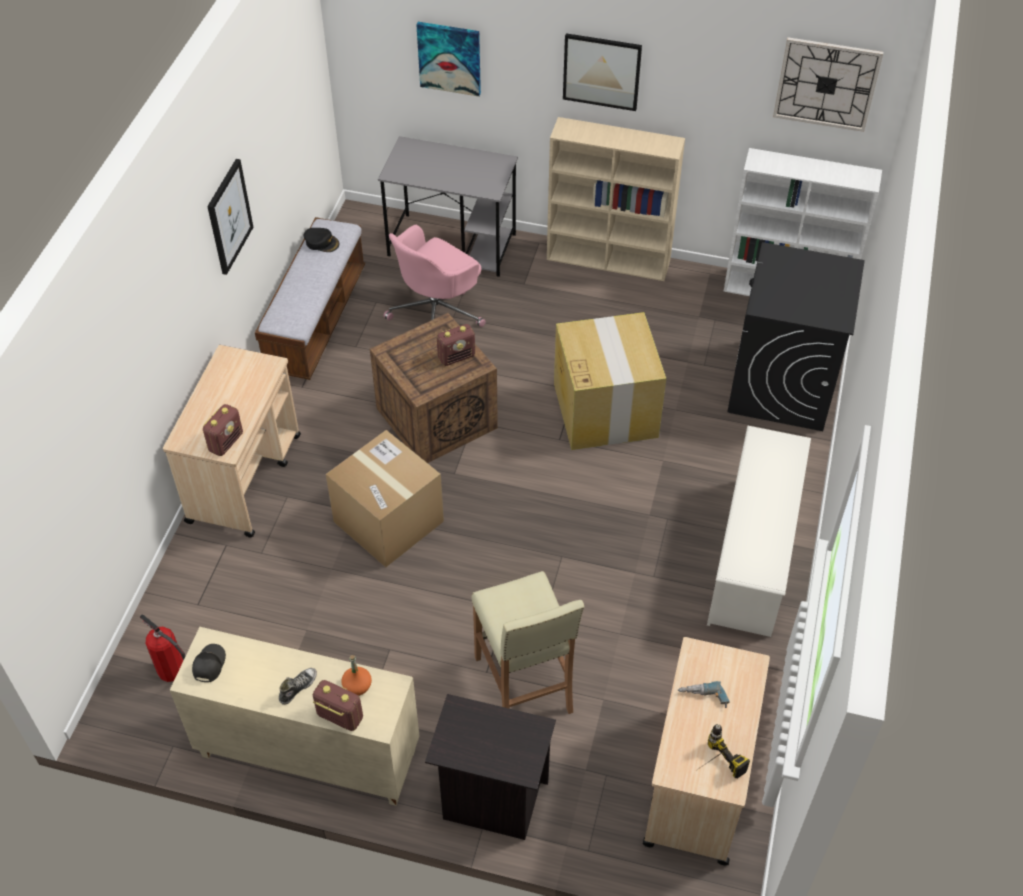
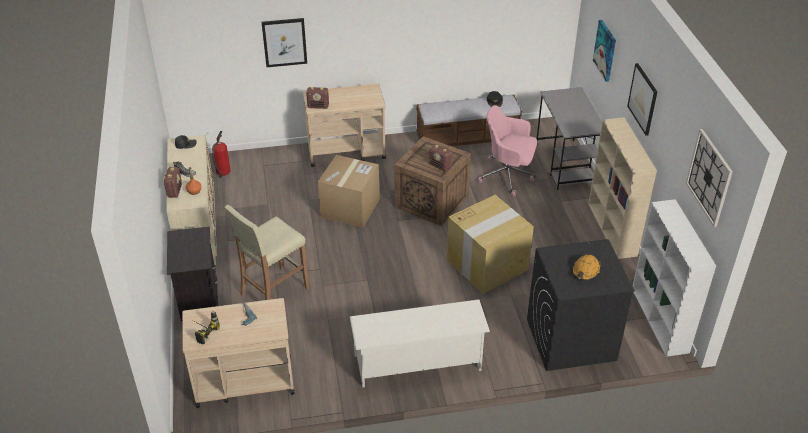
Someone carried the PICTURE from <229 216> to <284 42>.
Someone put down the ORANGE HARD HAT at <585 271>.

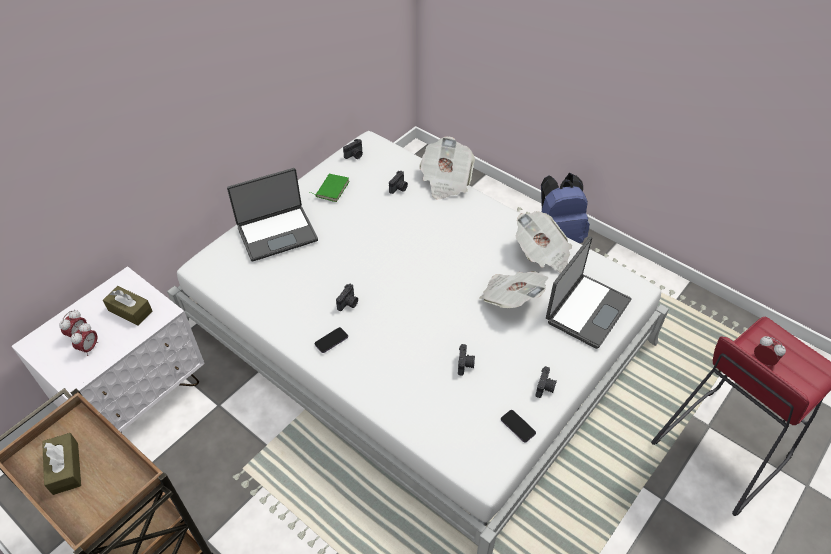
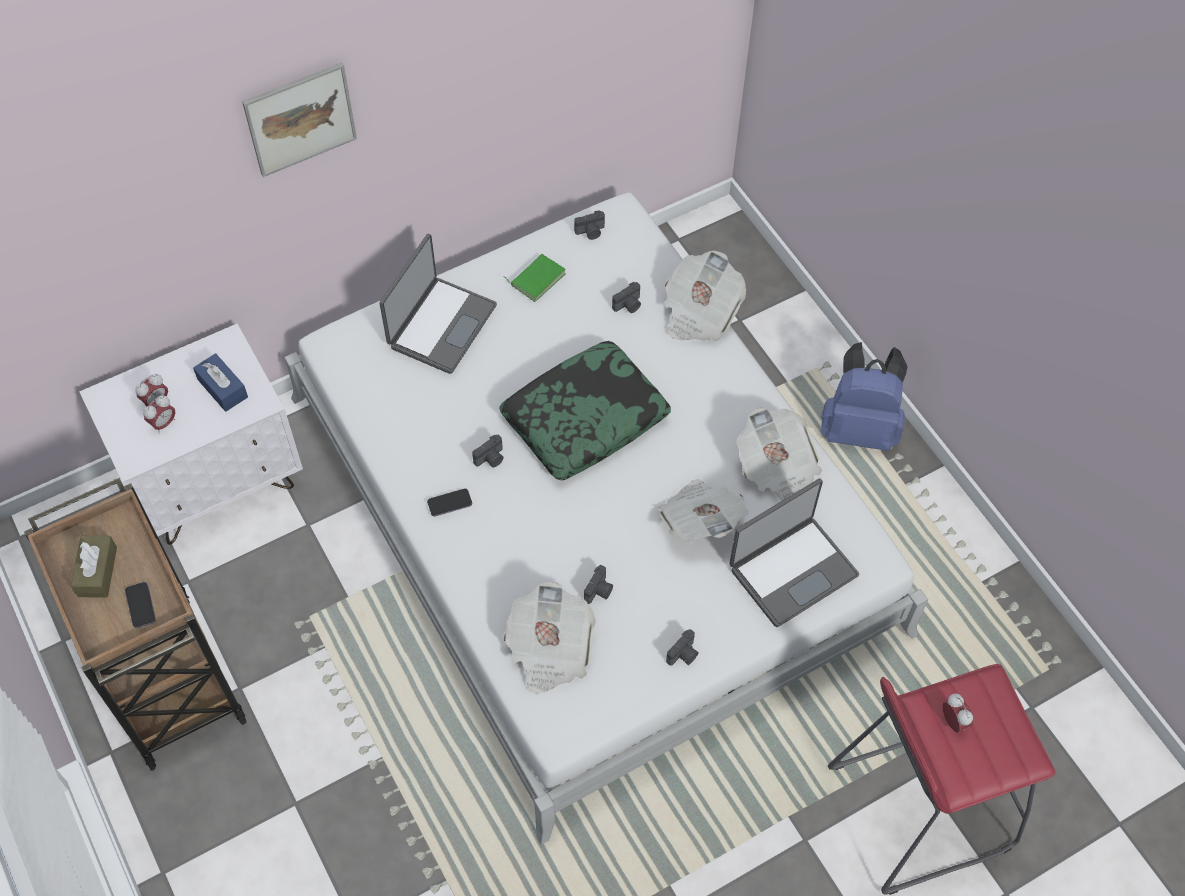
Someone carried the PHONE from <518 426> to <141 606>.
Someone repainted the BROWN TISSUE BOX at <130 311>, which became the BLUE TISSUE BOX at <222 388>.
Someone put up the PICTURE at <300 119>.
Someone rotated the LAPTOP at <277 233> by 60 degrees counterclockwise.
Someone put down the PILLOW at <585 418>.
Someone put down the NEWSPAPER at <549 650>.

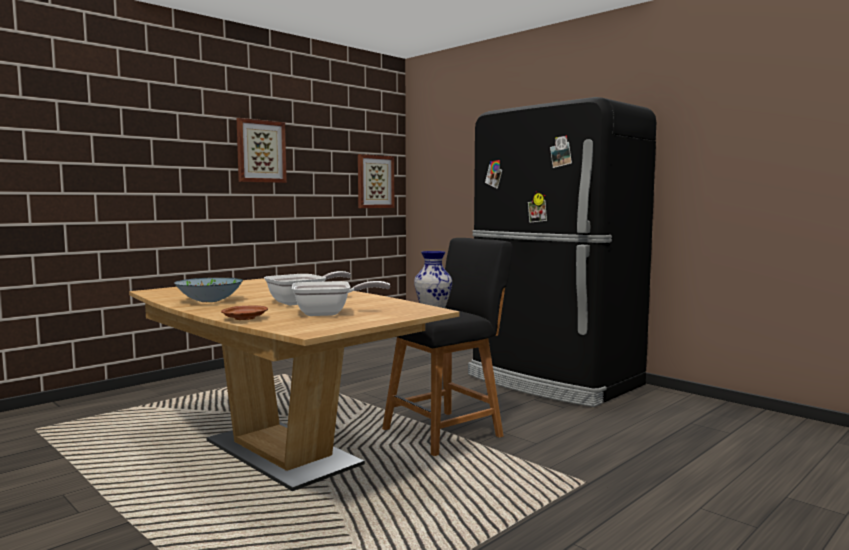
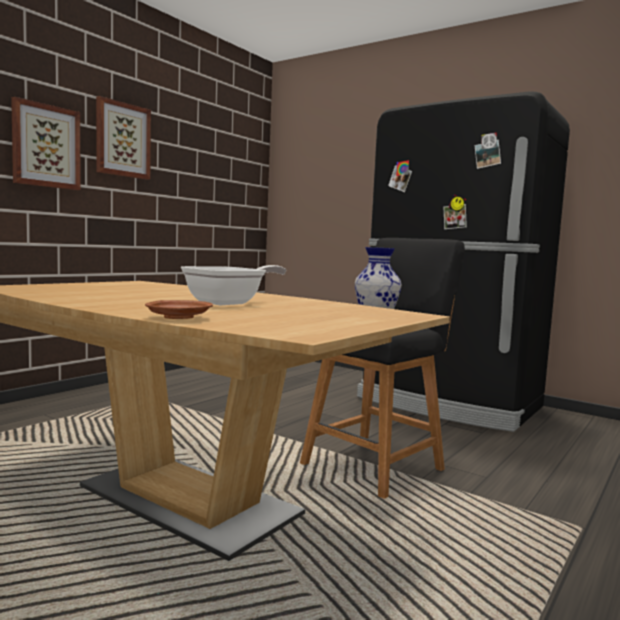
Someone carried the PICTURE from <375 181> to <46 146>.
Someone took away the BOWL at <209 301>.
Someone took away the FRYING PAN at <329 313>.

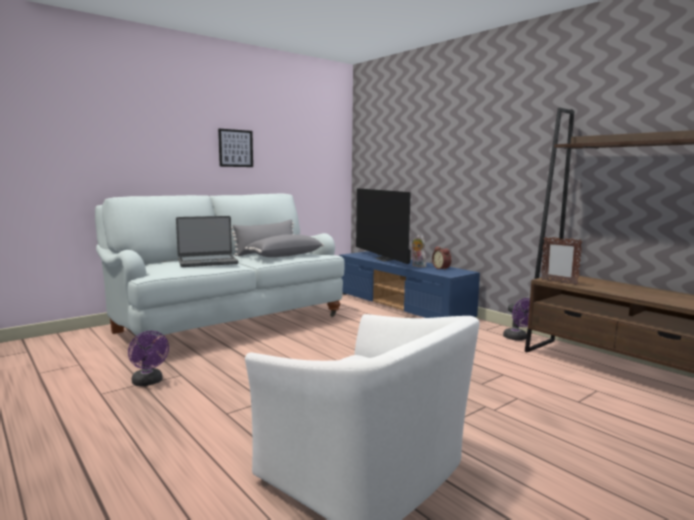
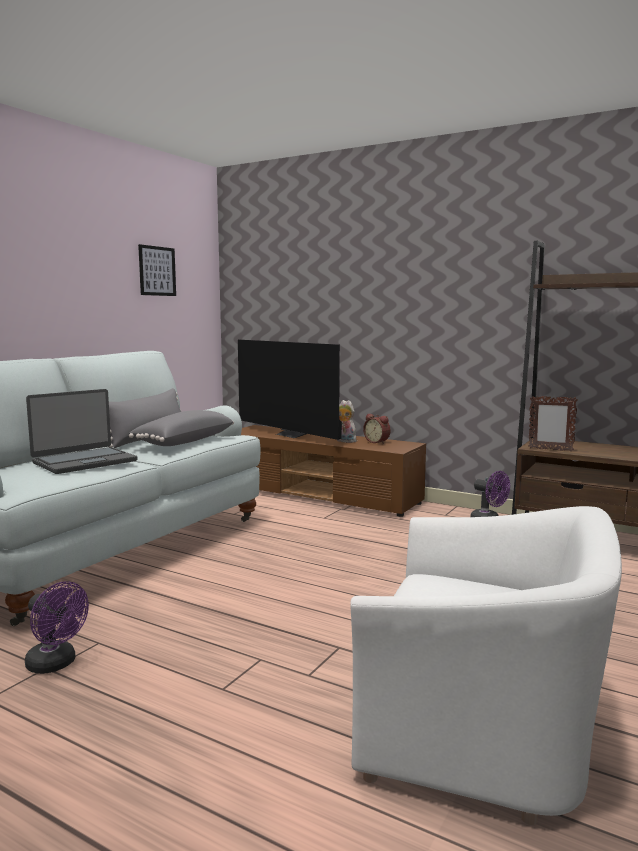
Someone carried the PICTURE from <235 148> to <157 271>.
Someone repainted the BLUE TV STAND at <402 306>, which became the BROWN TV STAND at <321 495>.

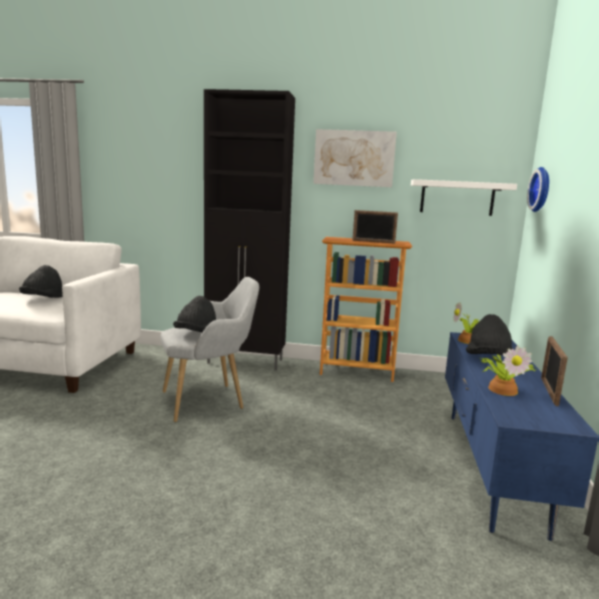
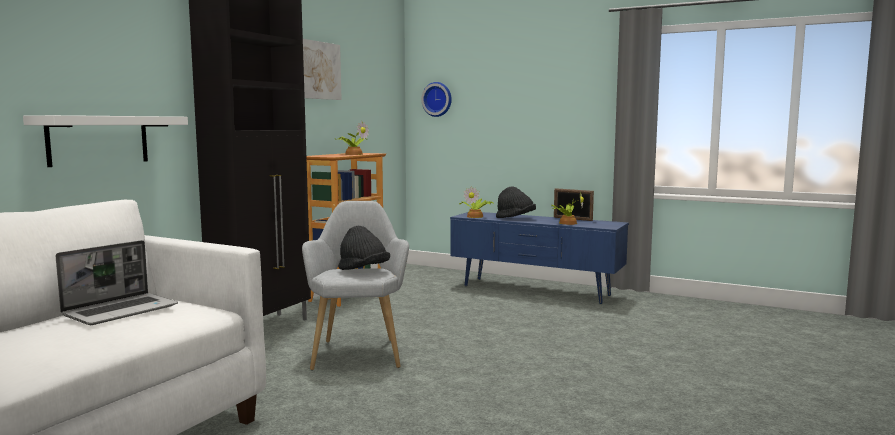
Someone carried the WHITE SHELF from <457 198> to <98 140>.
Someone swapped the BLACK HAT at <43 299> for the LAPTOP at <121 311>.
Someone swapped the PICTURE FRAME at <373 242> for the POTTED PLANT at <353 154>.

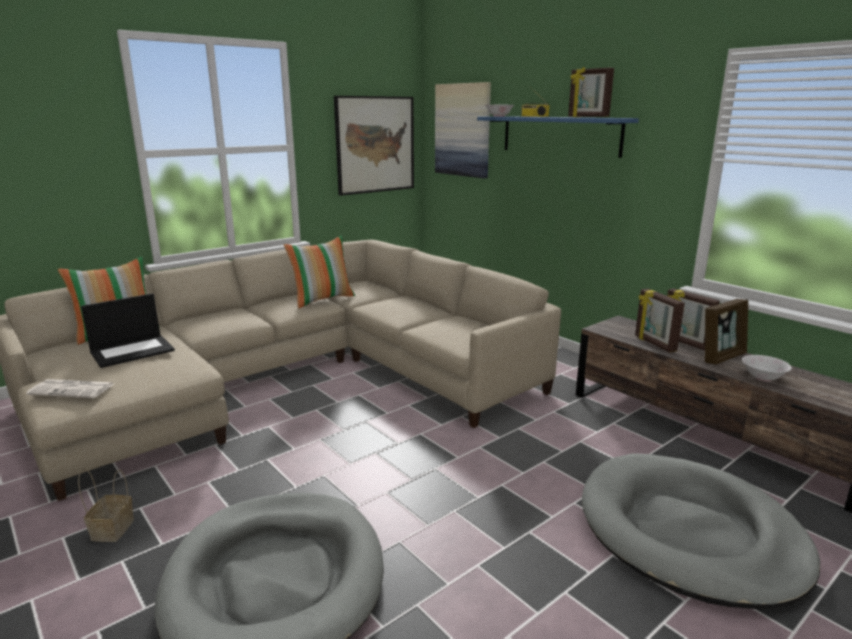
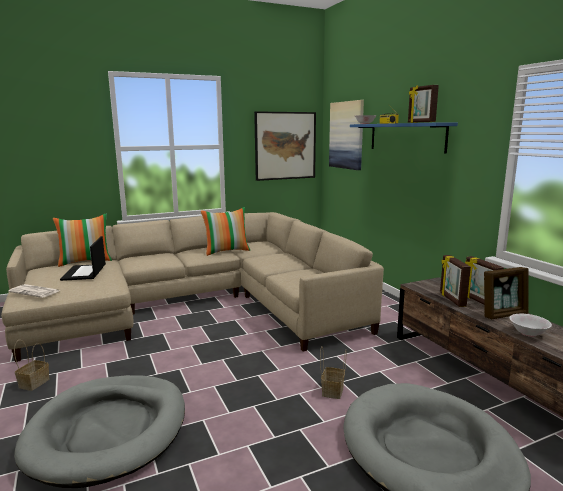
Someone rotated the LAPTOP at <133 351> by 105 degrees clockwise.
Someone put down the BASKET at <332 390>.

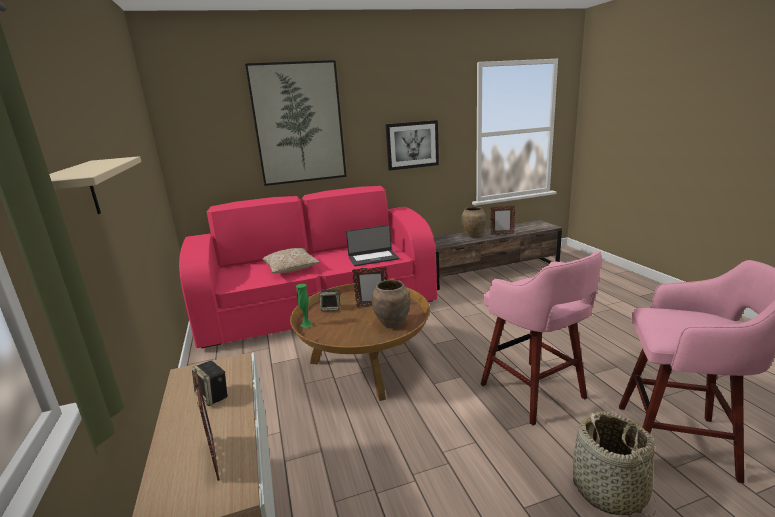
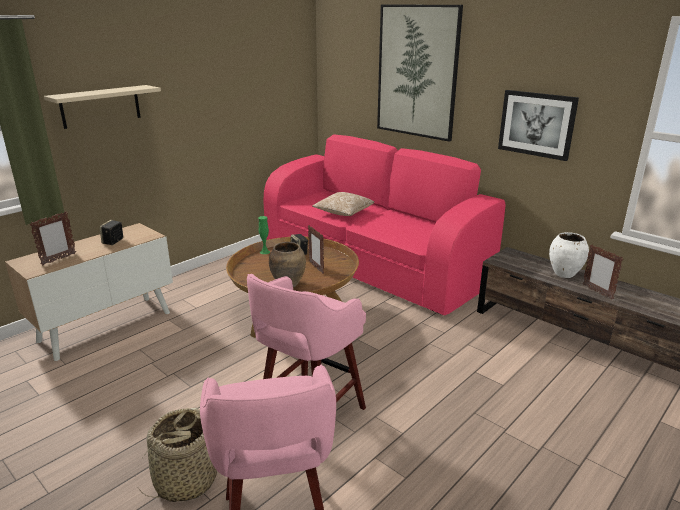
Someone repainted the BROWN VASE at <473 235>, which became the WHITE VASE at <563 274>.
Someone took away the LAPTOP at <373 258>.

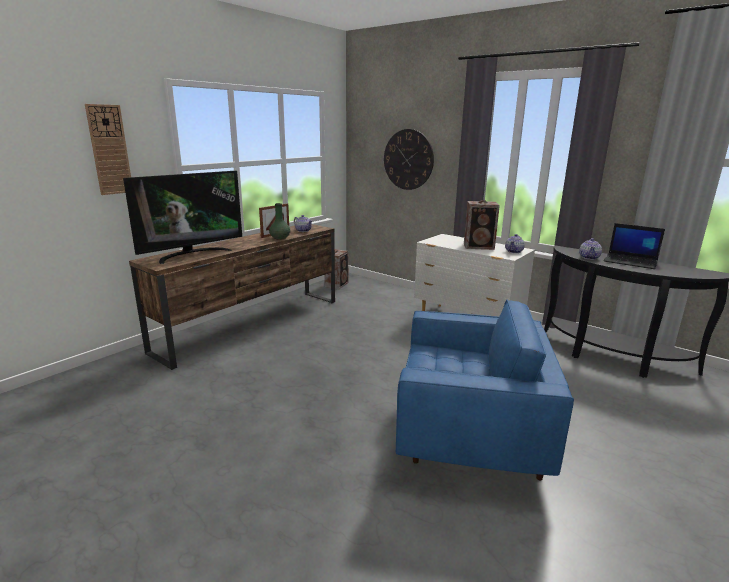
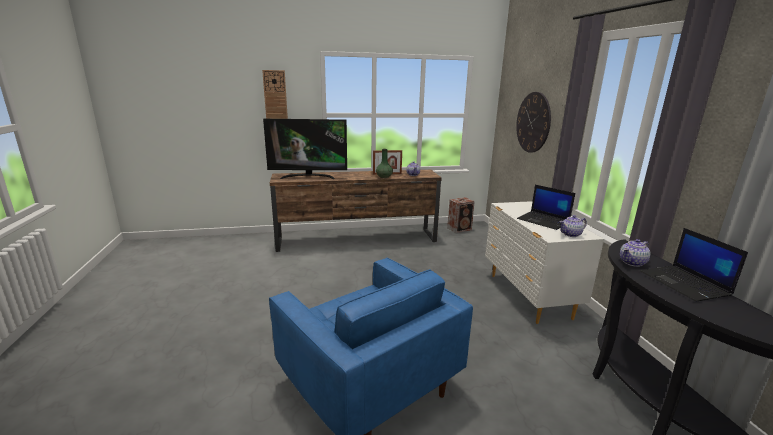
Someone swapped the SPEAKER at <479 246> for the LAPTOP at <544 221>.

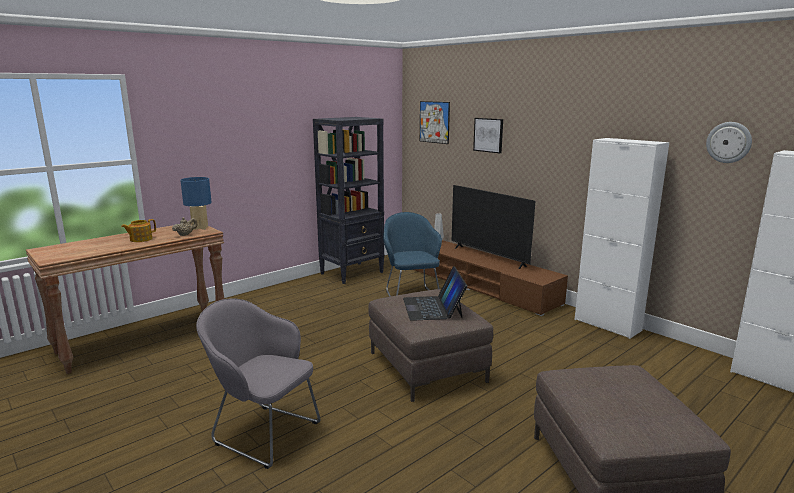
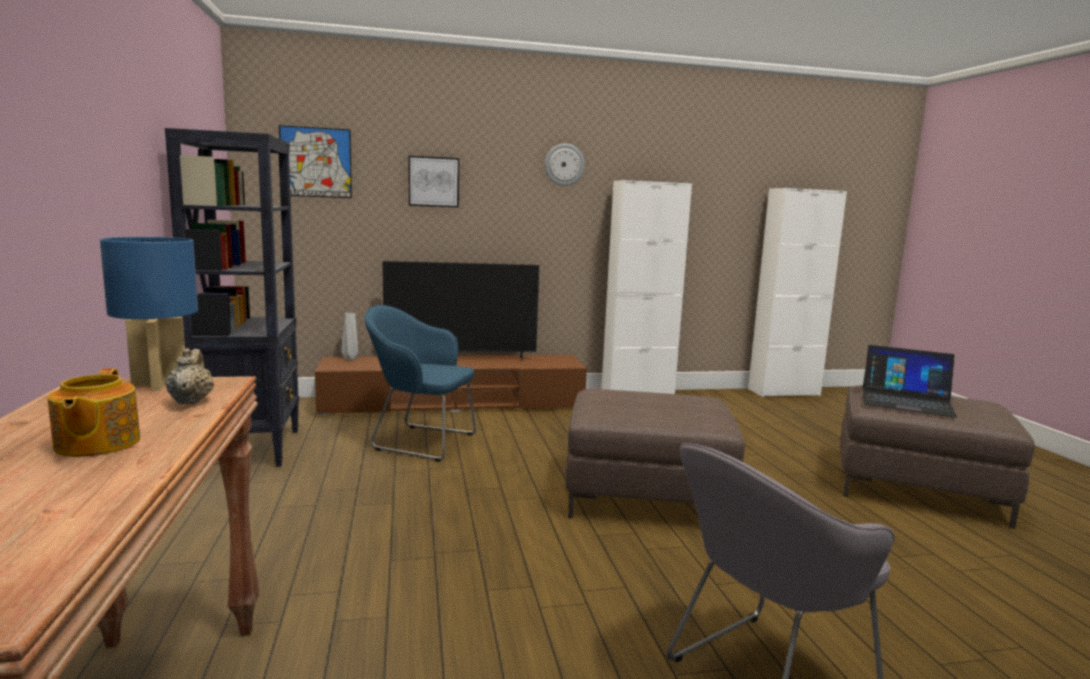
Someone carried the WALL CLOCK from <729 142> to <564 165>.
Someone carried the LAPTOP from <433 307> to <906 401>.

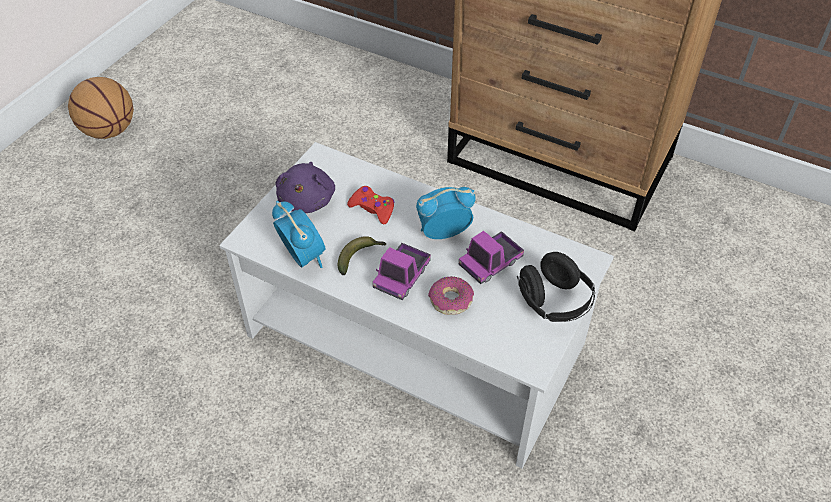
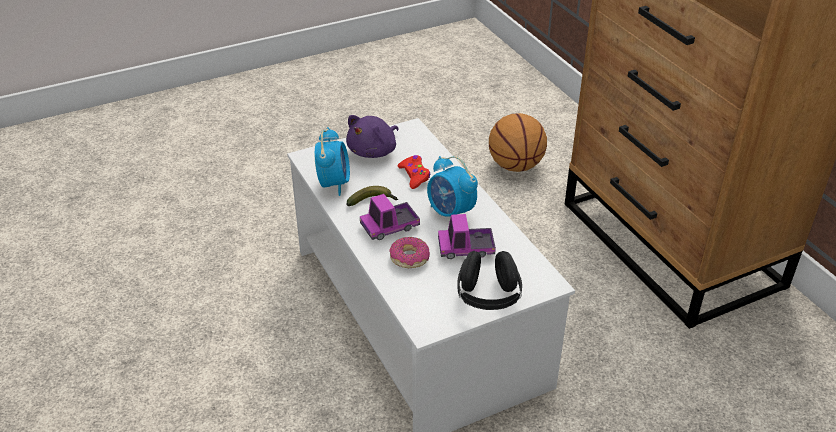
Someone rotated the ALARM CLOCK at <443 232> by 150 degrees counterclockwise.
Someone carried the BASKETBALL from <110 131> to <516 166>.

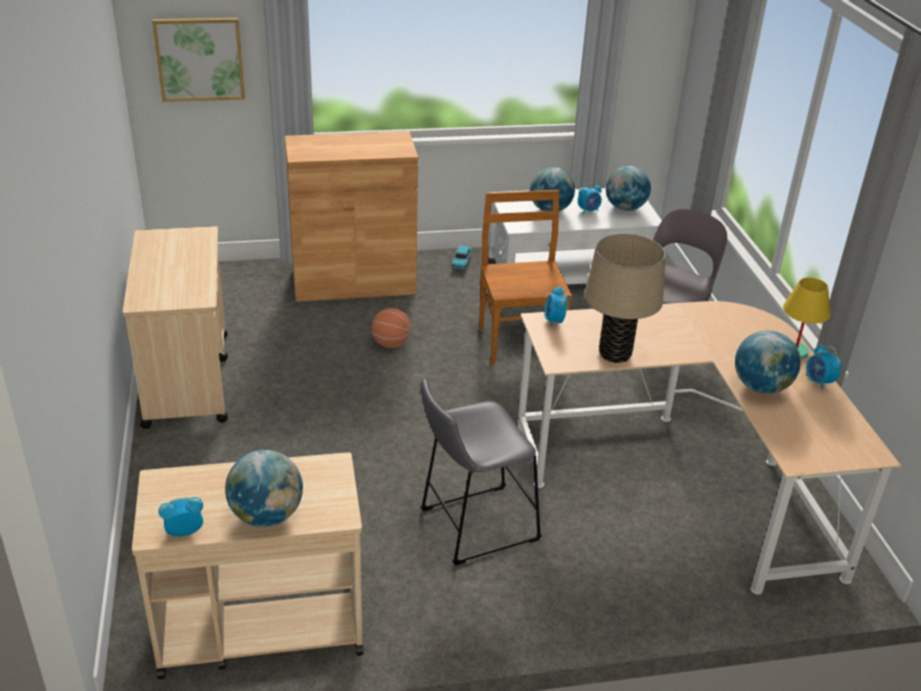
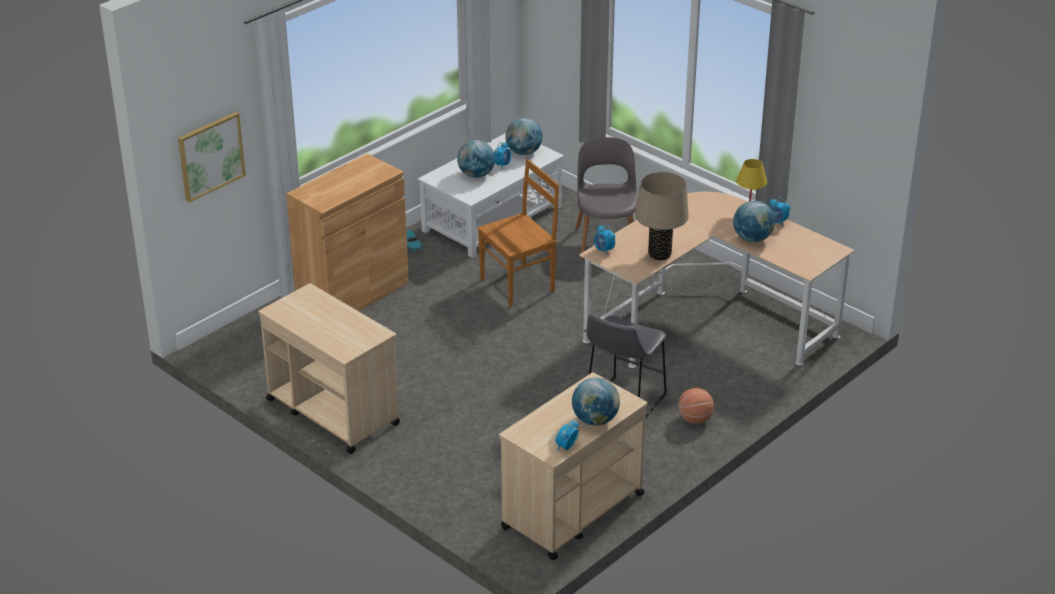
Someone rotated the BROWN CHAIR at <519 342> by 105 degrees clockwise.
Someone carried the BASKETBALL from <390 343> to <694 419>.

